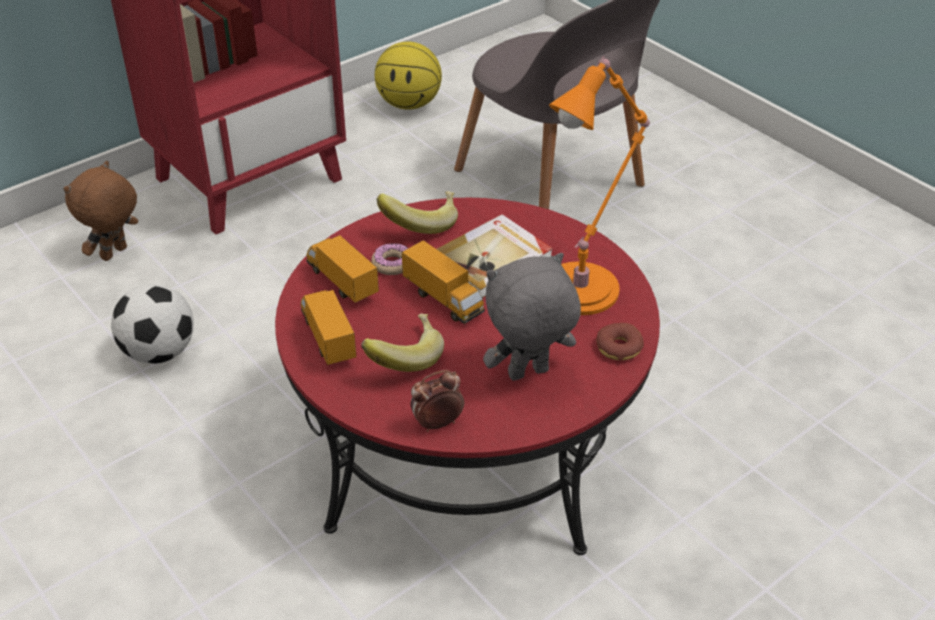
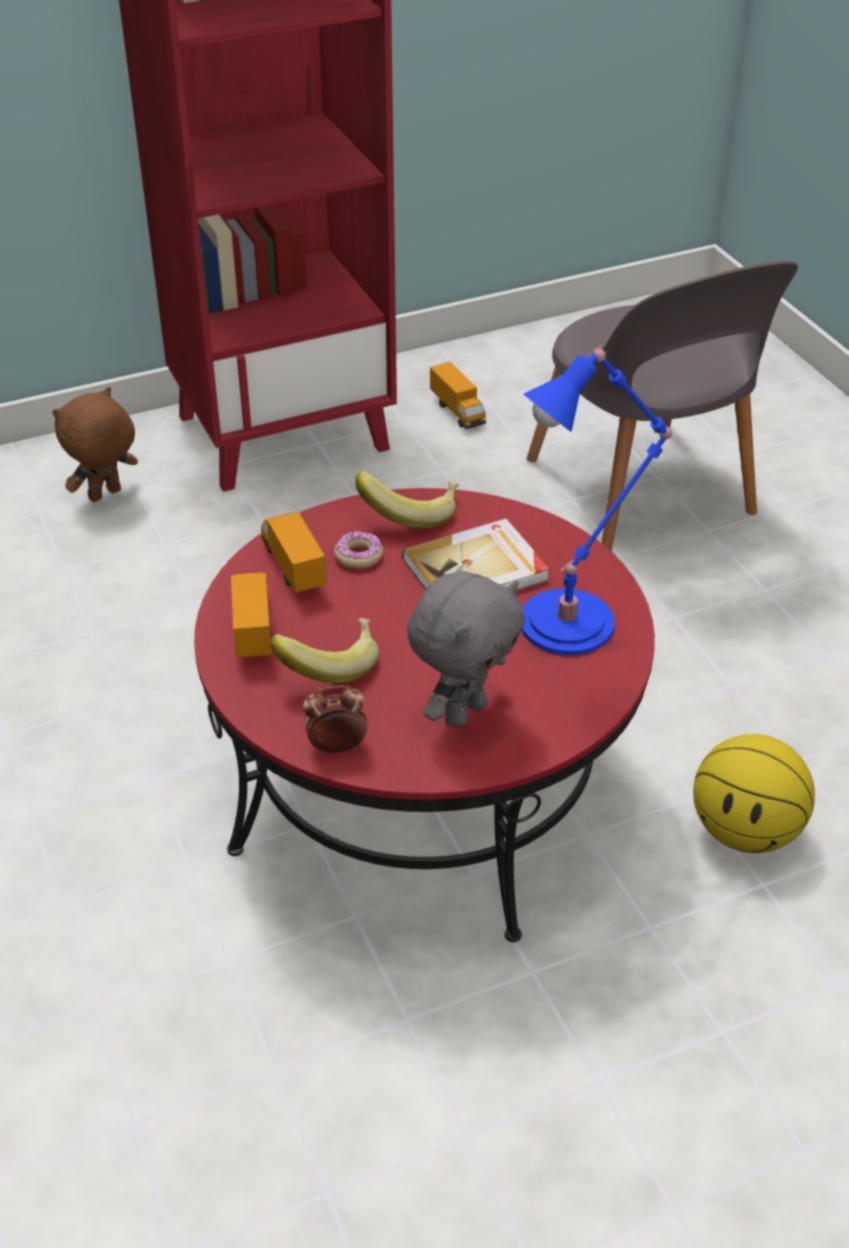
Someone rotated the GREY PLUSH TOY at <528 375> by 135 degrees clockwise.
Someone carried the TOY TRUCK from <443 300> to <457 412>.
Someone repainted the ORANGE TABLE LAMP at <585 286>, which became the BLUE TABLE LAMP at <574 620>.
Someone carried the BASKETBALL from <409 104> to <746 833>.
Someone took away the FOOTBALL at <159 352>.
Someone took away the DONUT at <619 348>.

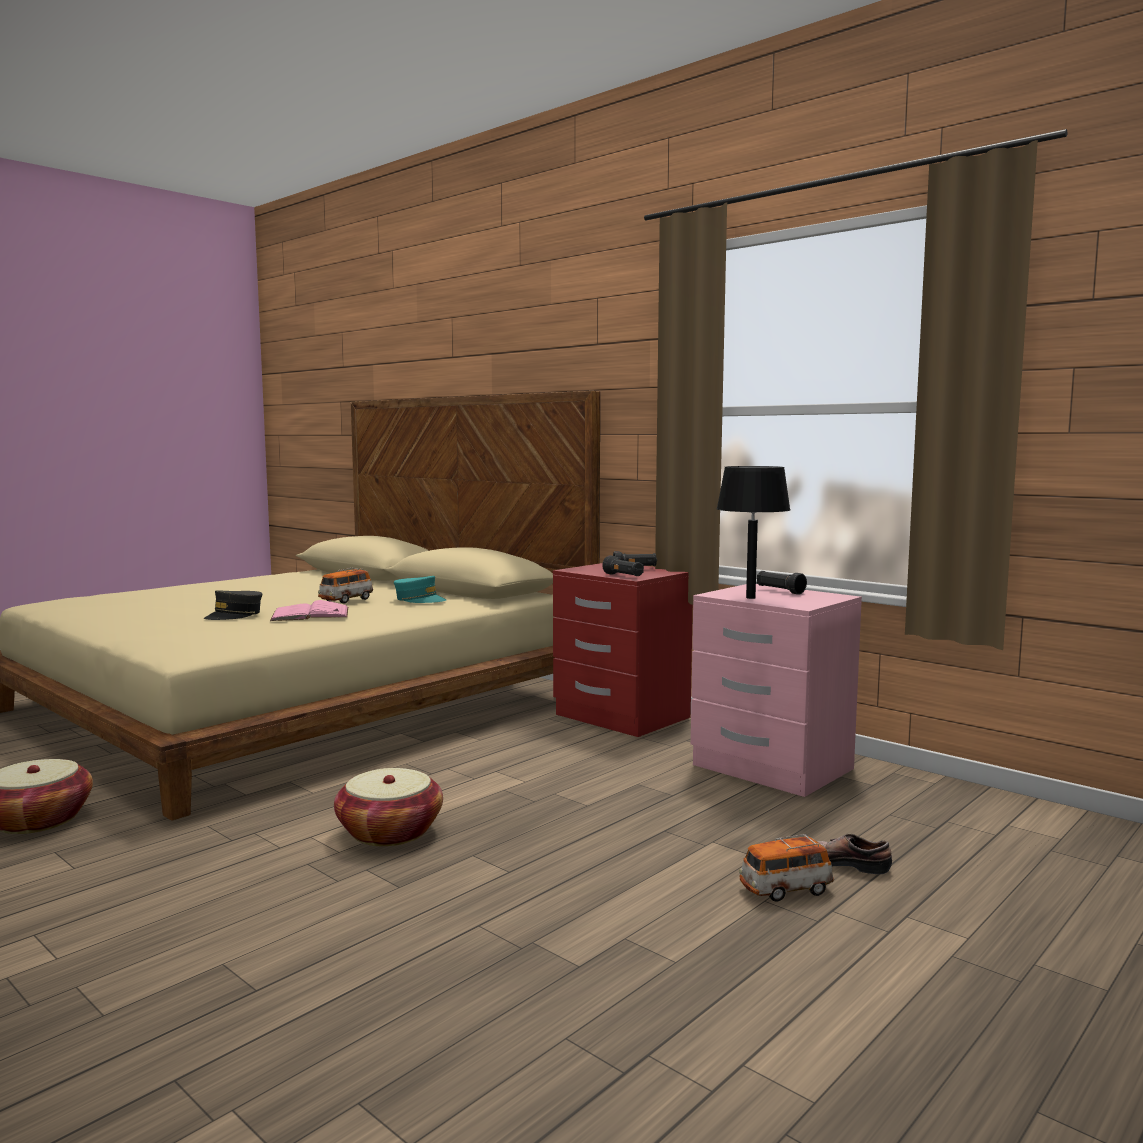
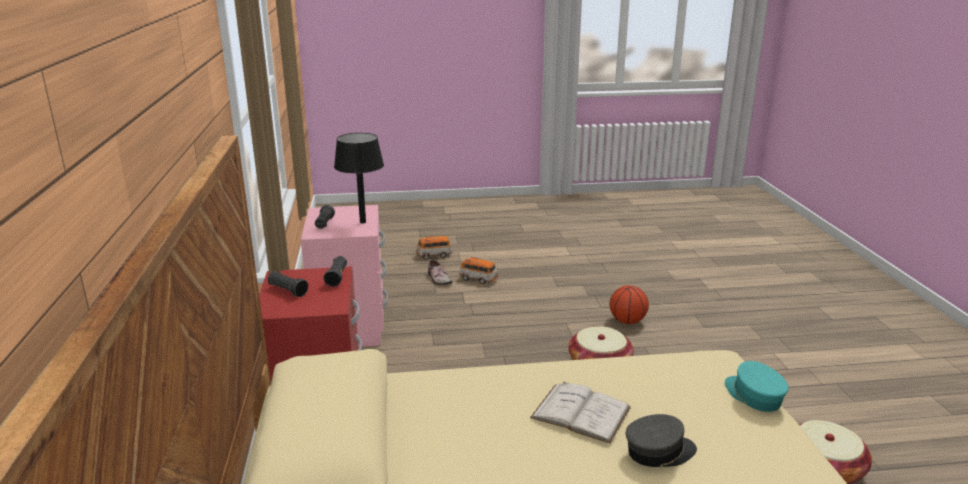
Someone carried the TOY CAR from <346 600> to <434 255>.
Someone repainted the PINK BOOK at <310 614>, which became the WHITE BOOK at <581 412>.
Someone put down the BASKETBALL at <627 321>.
Someone carried the TURQUOISE CAP from <419 599> to <753 395>.

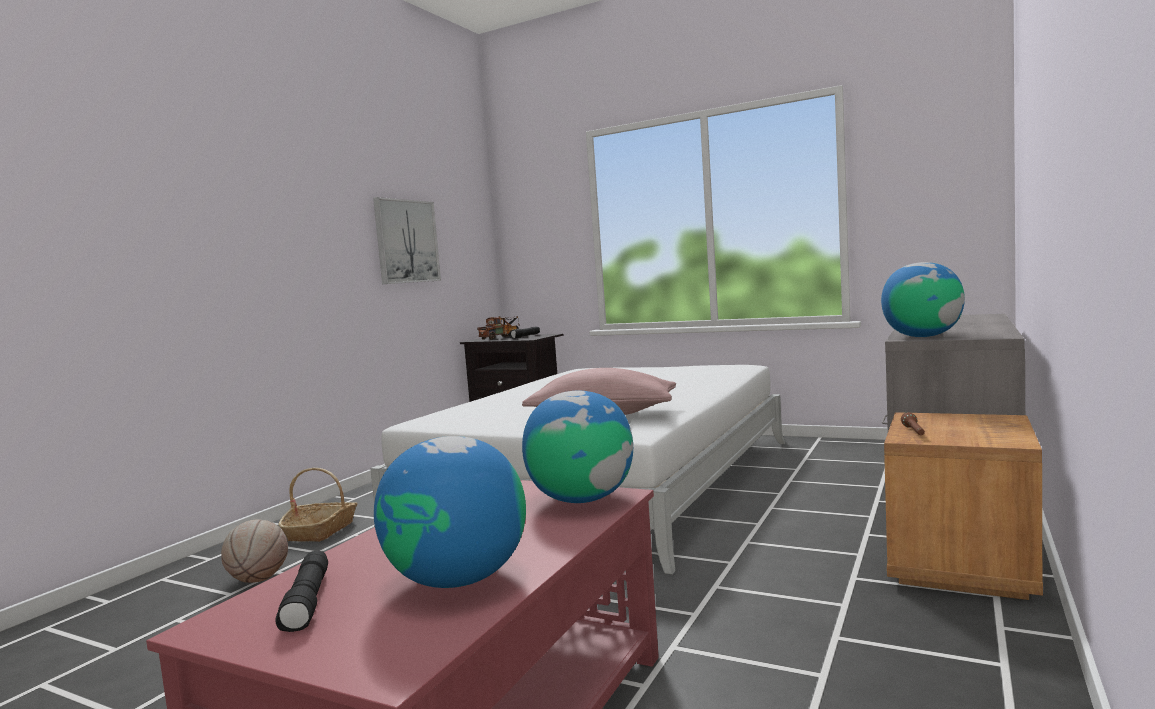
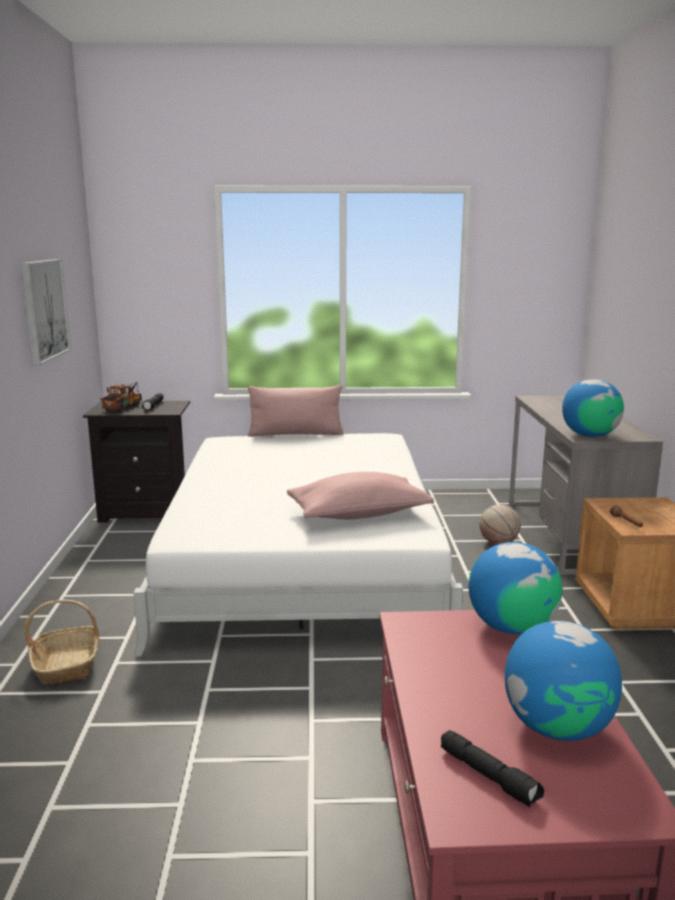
Someone put down the PINK PILLOW at <295 434>.
Someone carried the BASKETBALL from <258 579> to <498 543>.

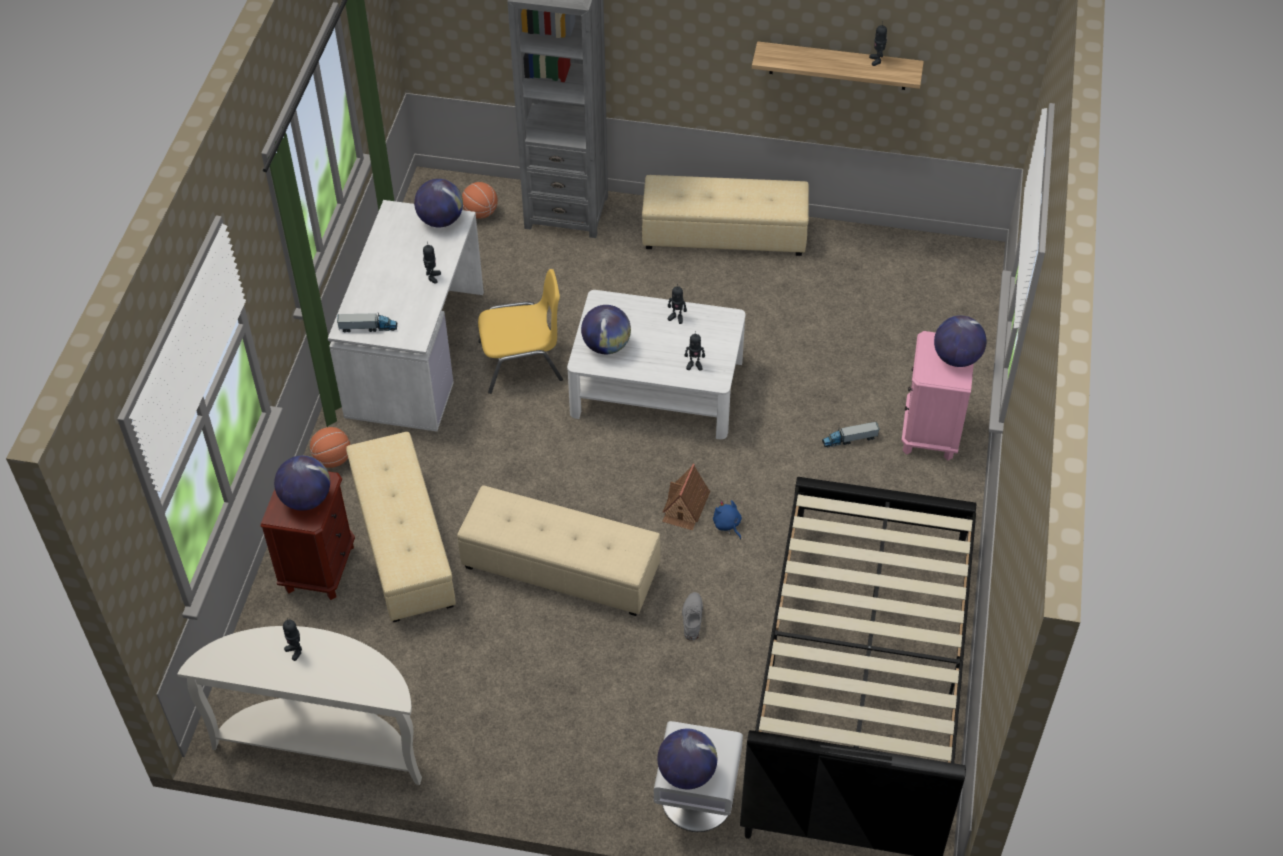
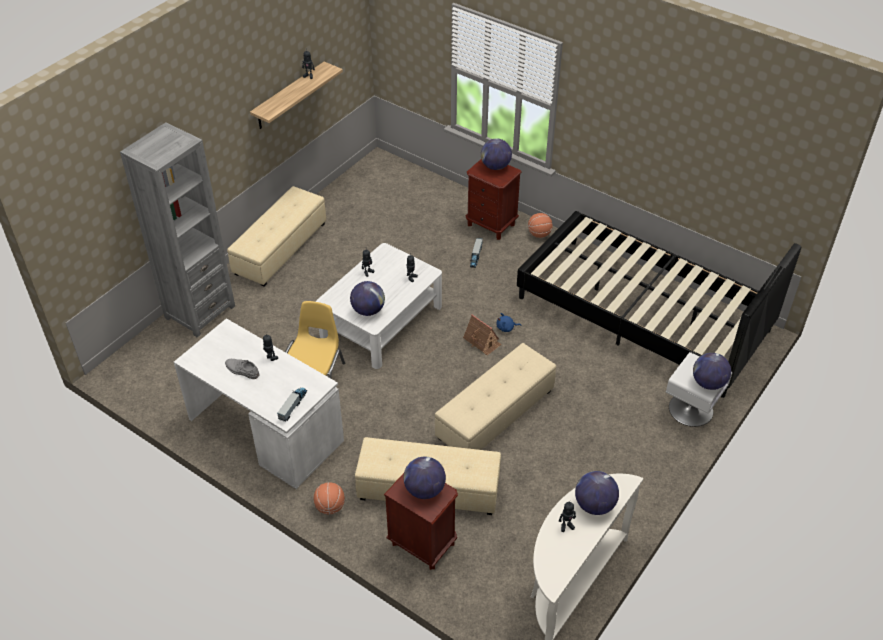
Someone carried the GREY SHOE from <692 617> to <242 370>.
Someone repainted the PINK NIGHTSTAND at <930 432>, which became the BROWN NIGHTSTAND at <491 224>.
Someone carried the BASKETBALL from <480 212> to <539 234>.
Someone carried the GLOBE from <440 220> to <594 505>.

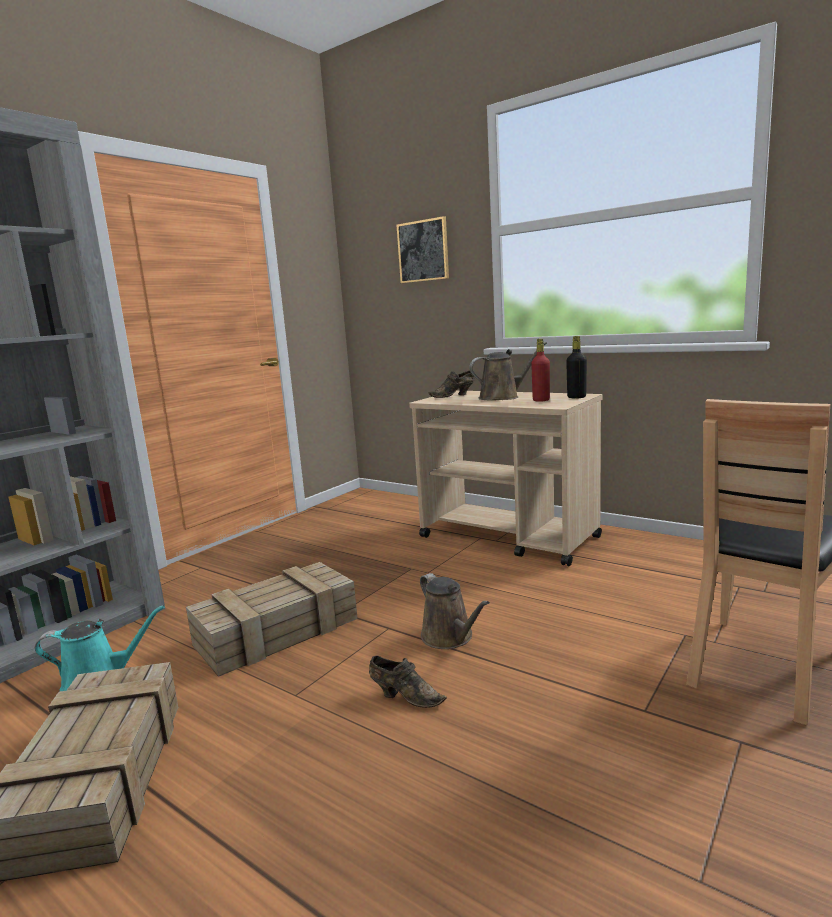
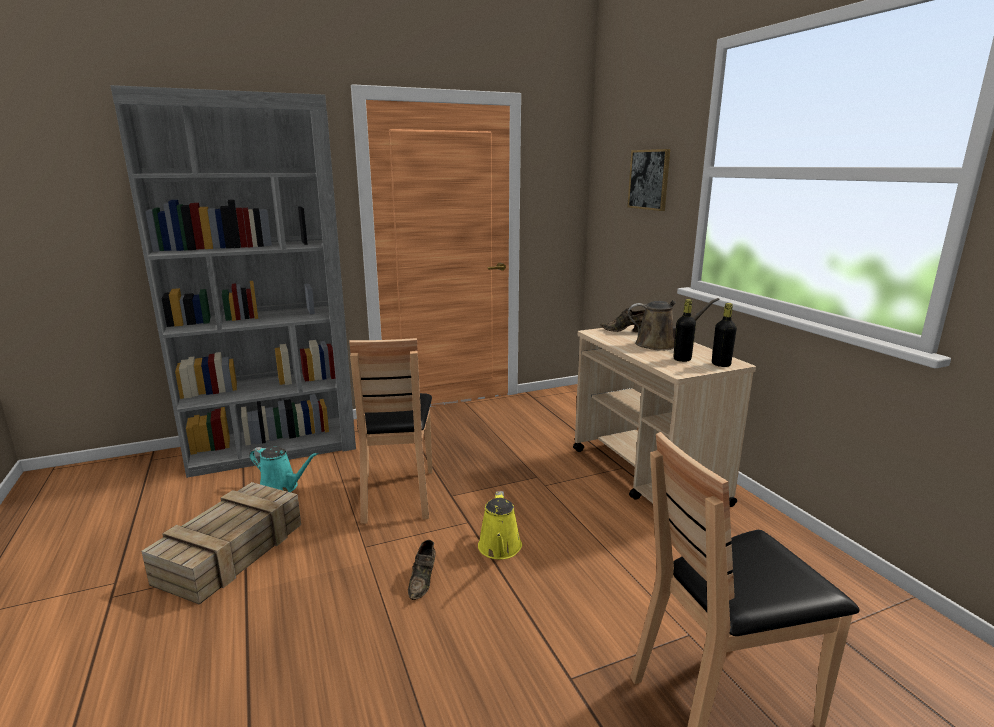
Someone swapped the CRATE at <275 633> for the BROWN CHAIR at <397 495>.
Someone rotated the BROWN SHOE at <405 697> by 45 degrees clockwise.
Someone repainted the BROWN WATERING CAN at <450 637>, which became the YELLOW WATERING CAN at <500 549>.
Someone repainted the RED BOTTLE at <541 400>, which became the BLACK BOTTLE at <682 359>.

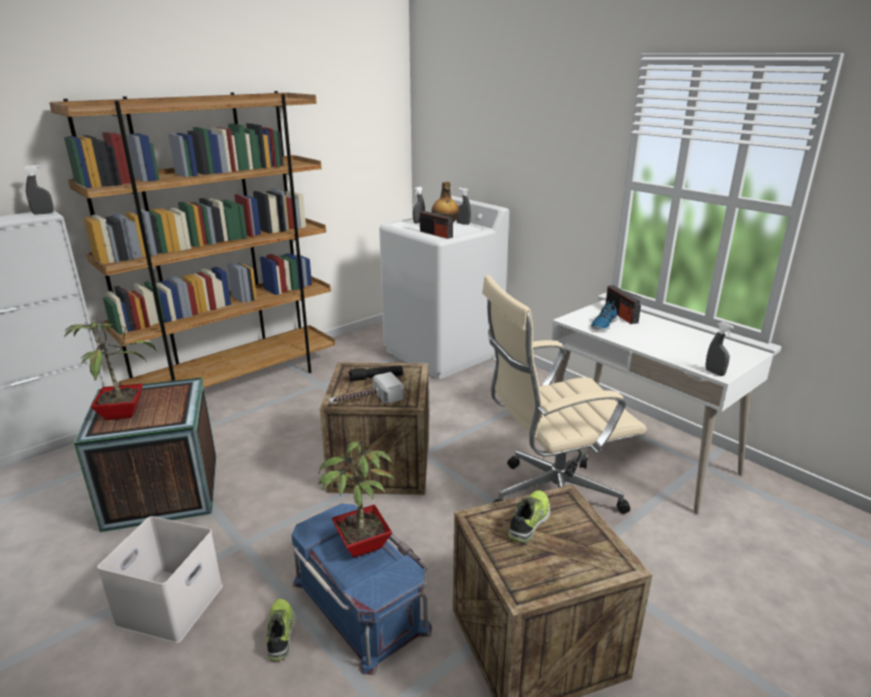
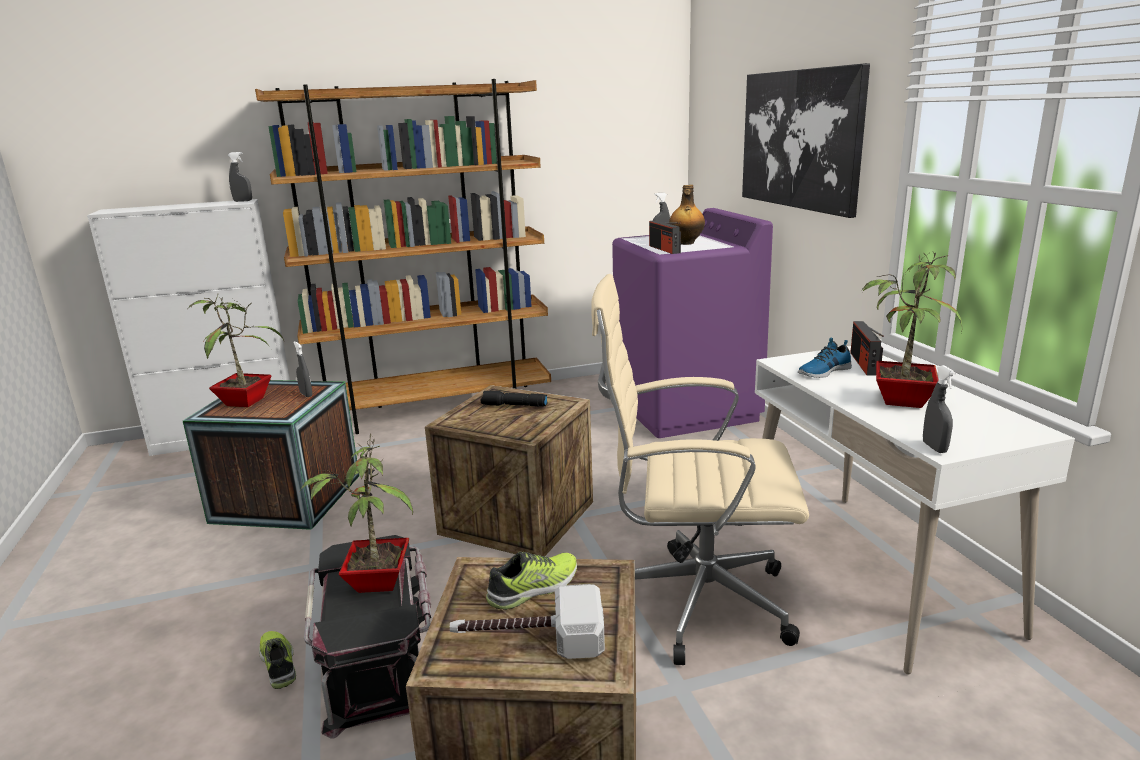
Someone rotated the SHOE at <281 633> by 45 degrees counterclockwise.
Someone carried the GREY SPRAY BOTTLE from <463 224> to <306 394>.
Someone repainted the BLUE STORAGE BOX at <361 604>, which became the BLACK STORAGE BOX at <379 659>.
Someone carried the HAMMER from <365 401> to <527 638>.
Someone repainted the WHITE WASHING MACHINE at <443 353>, which became the PURPLE WASHING MACHINE at <686 410>.
Someone put up the PICTURE at <800 139>.
Someone put down the POTTED PLANT at <899 400>.
Someone took away the WHITE STORAGE BOX at <170 603>.

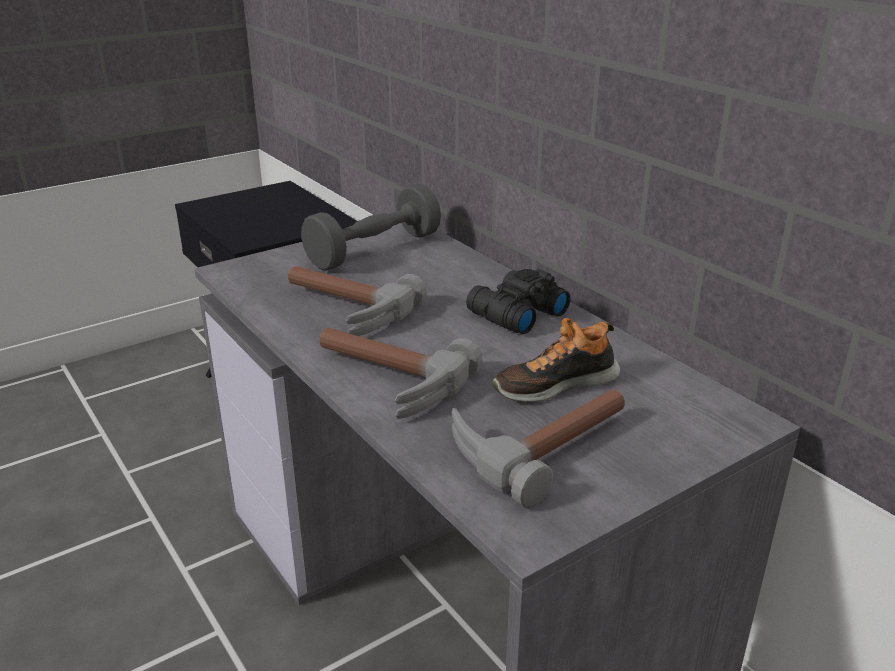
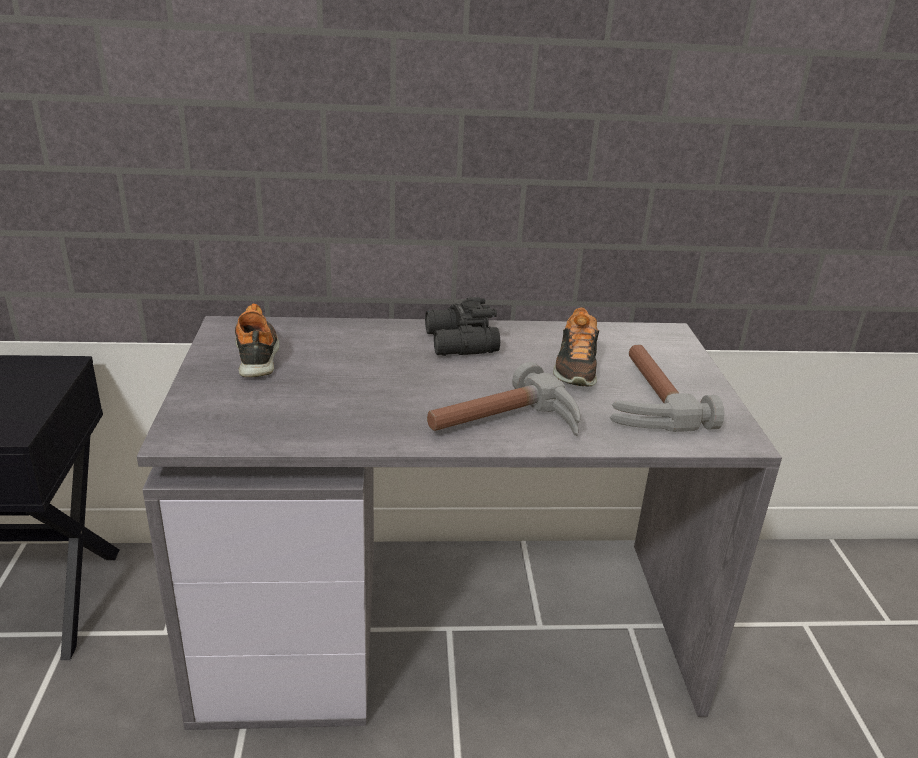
Someone swapped the GREY DUMBBELL at <374 250> for the SHOE at <257 354>.
Someone took away the HAMMER at <340 310>.

